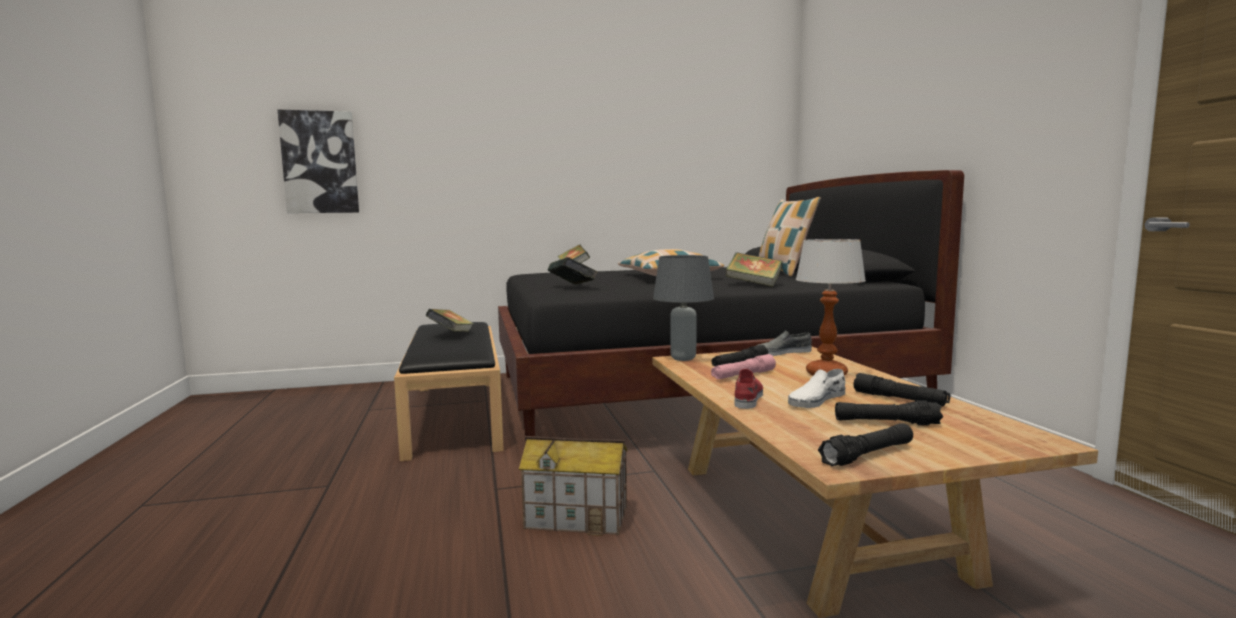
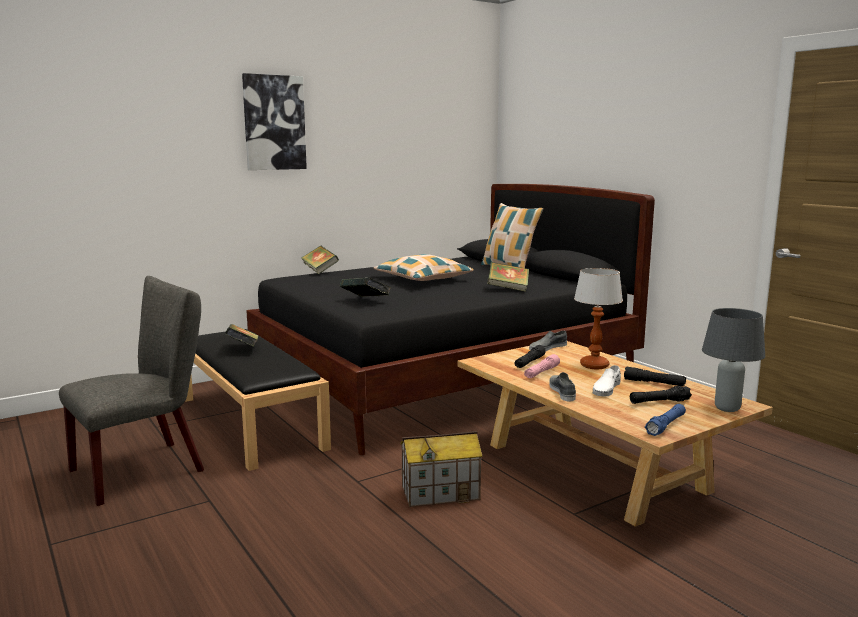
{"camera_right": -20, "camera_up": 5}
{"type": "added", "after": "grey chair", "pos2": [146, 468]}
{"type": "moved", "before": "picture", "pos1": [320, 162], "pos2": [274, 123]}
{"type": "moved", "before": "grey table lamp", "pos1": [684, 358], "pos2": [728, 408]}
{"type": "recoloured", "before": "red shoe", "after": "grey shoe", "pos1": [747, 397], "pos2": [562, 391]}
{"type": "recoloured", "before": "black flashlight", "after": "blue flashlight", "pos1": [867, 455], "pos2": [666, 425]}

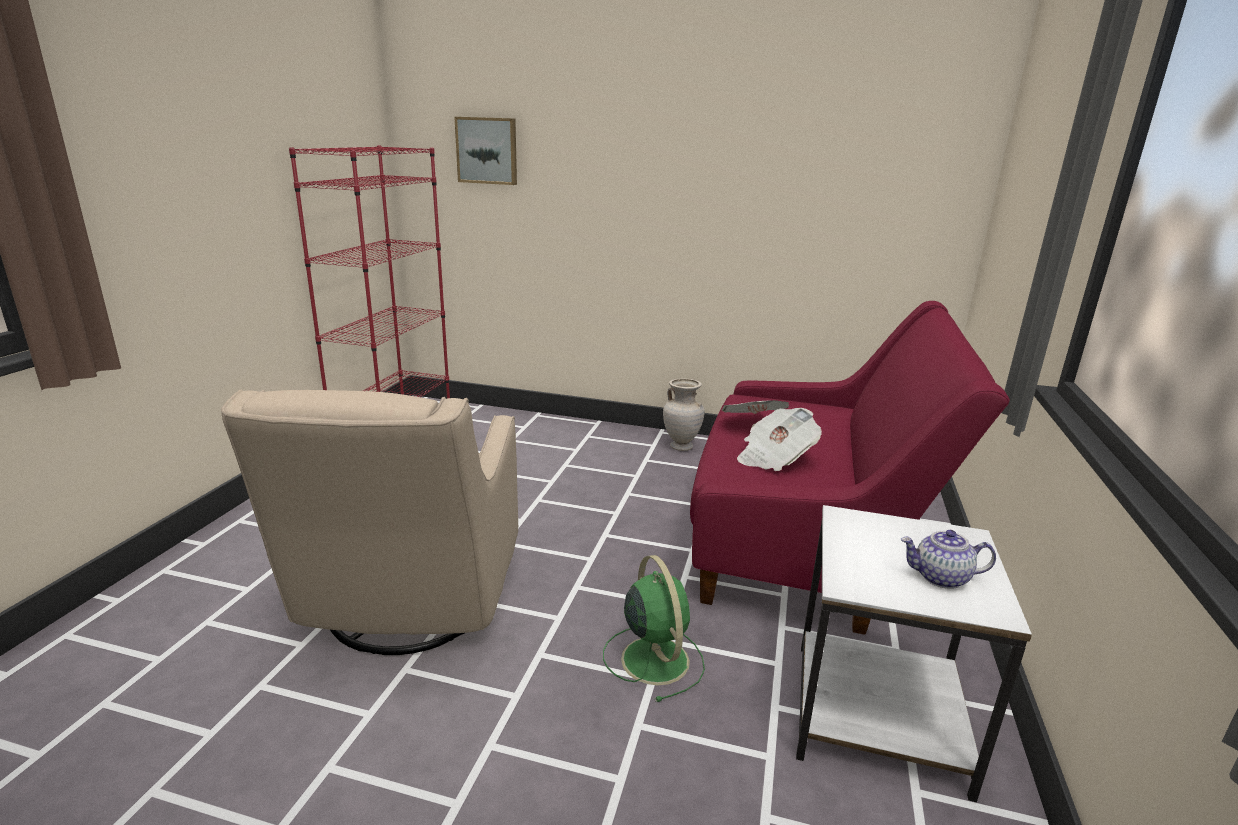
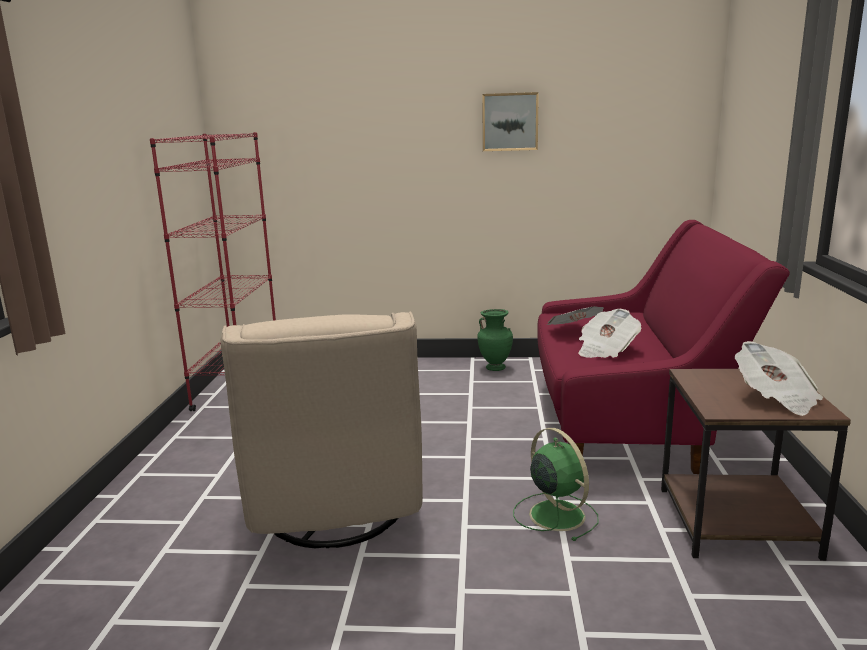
{"camera_right": -10, "camera_up": -5}
{"type": "moved", "before": "picture", "pos1": [487, 150], "pos2": [510, 122]}
{"type": "replaced", "before": "teapot", "after": "newspaper", "pos1": [940, 578], "pos2": [775, 398]}
{"type": "recoloured", "before": "beige vase", "after": "green vase", "pos1": [681, 446], "pos2": [495, 368]}
{"type": "recoloured", "before": "white side table", "after": "brown side table", "pos1": [880, 717], "pos2": [738, 523]}

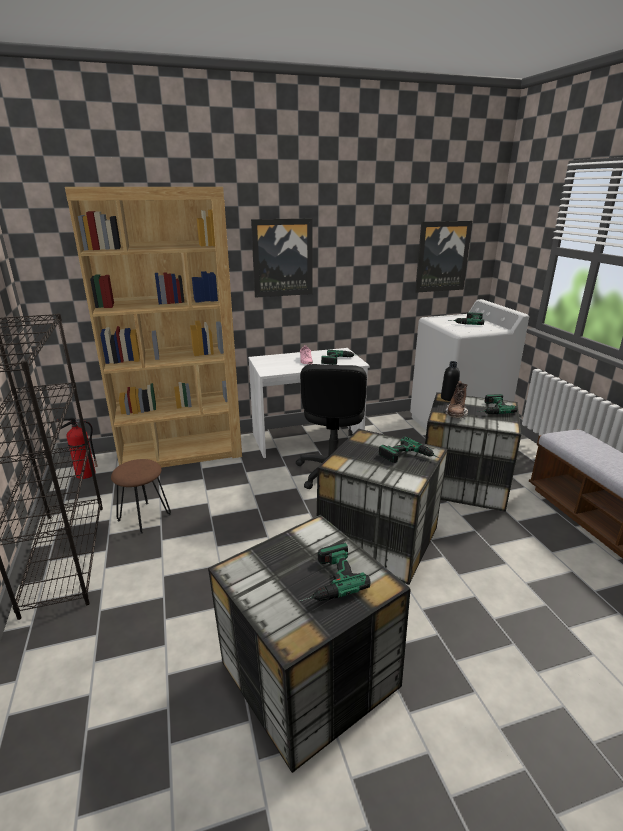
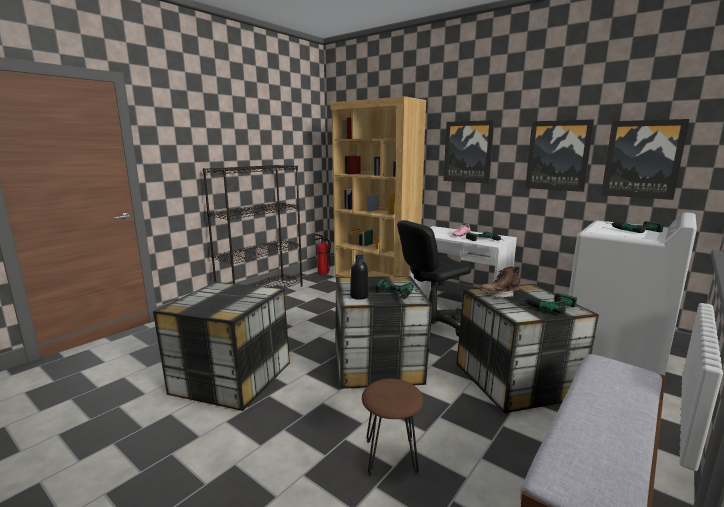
{"camera_right": 55, "camera_up": -10}
{"type": "removed", "before": "power drill", "pos1": [325, 580]}
{"type": "added", "after": "picture", "pos2": [558, 155]}
{"type": "moved", "before": "brown stool", "pos1": [144, 517], "pos2": [391, 456]}
{"type": "moved", "before": "black bottle", "pos1": [448, 398], "pos2": [359, 296]}

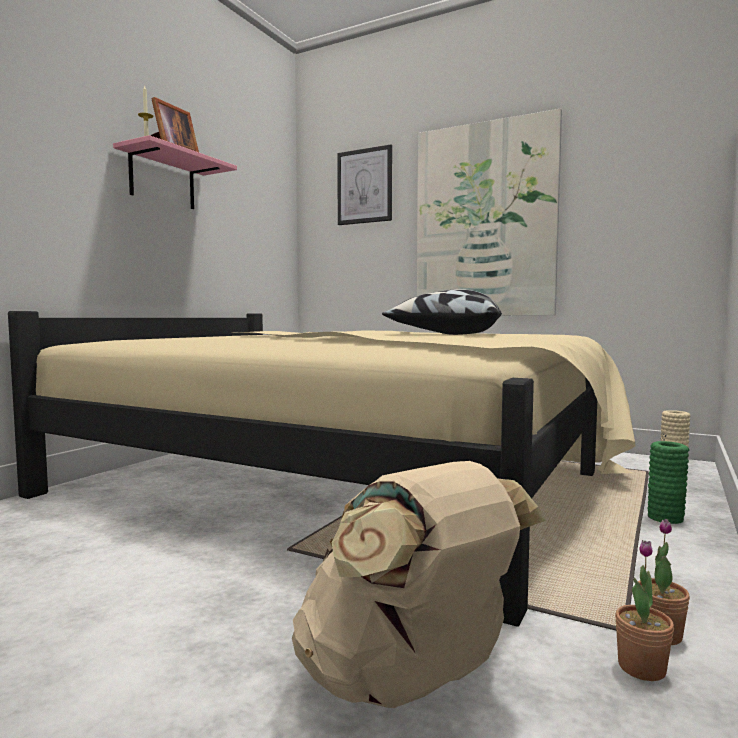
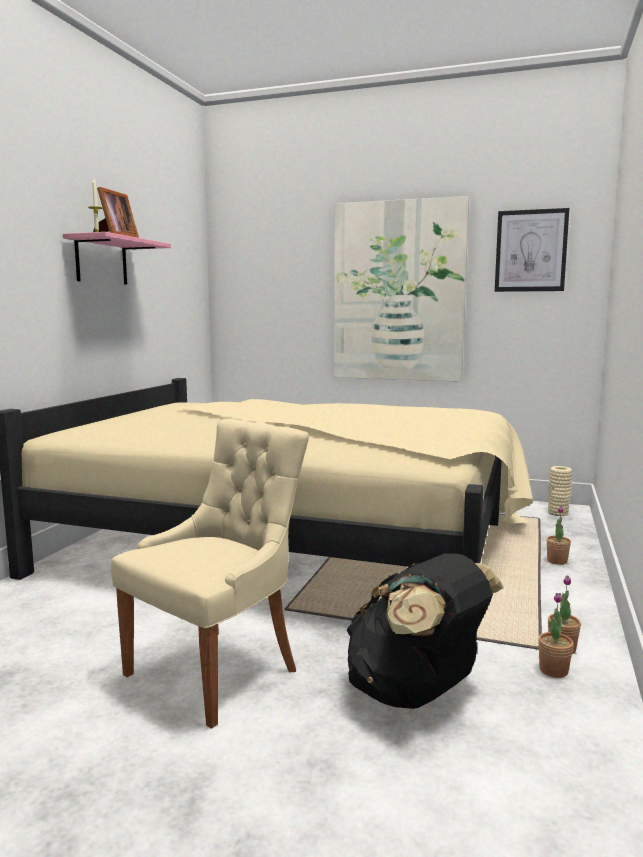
{"camera_right": -10, "camera_up": 5}
{"type": "removed", "before": "pillow", "pos1": [445, 334]}
{"type": "added", "after": "beige chair", "pos2": [217, 670]}
{"type": "moved", "before": "picture", "pos1": [364, 186], "pos2": [531, 251]}
{"type": "replaced", "before": "green vase", "after": "potted plant", "pos1": [665, 518], "pos2": [557, 561]}
{"type": "recoloured", "before": "beige backpack", "after": "black backpack", "pos1": [409, 682], "pos2": [416, 693]}

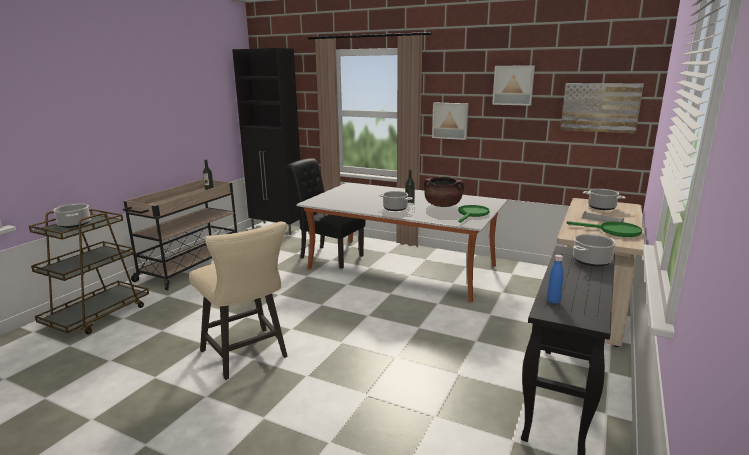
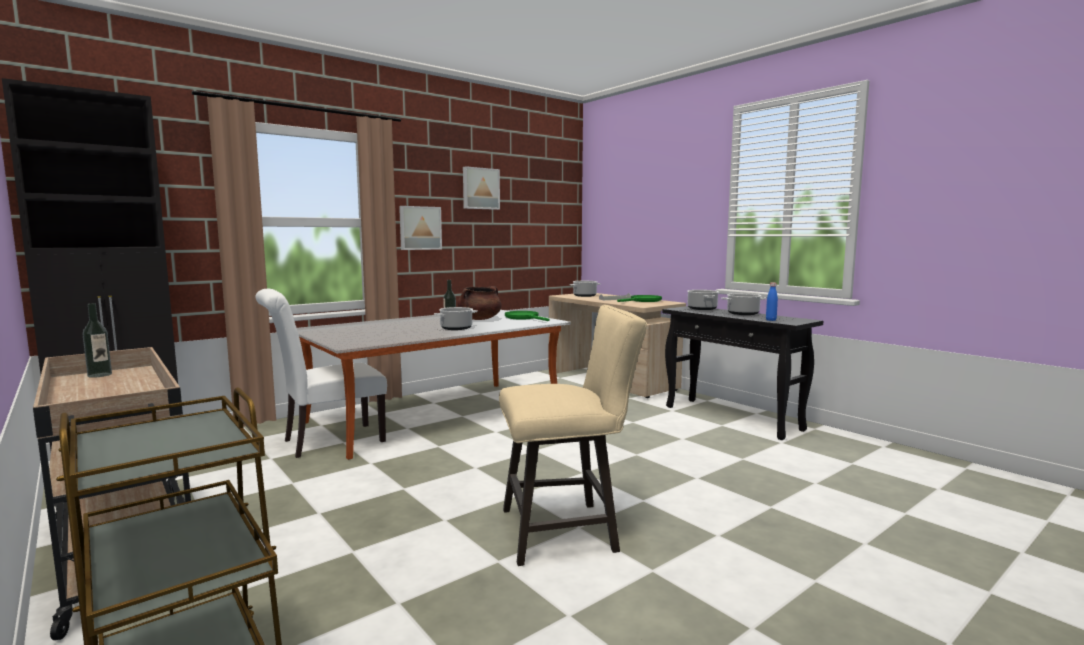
{"camera_right": -65, "camera_up": -10}
{"type": "removed", "before": "picture", "pos1": [600, 107]}
{"type": "moved", "before": "cooking pot", "pos1": [75, 224], "pos2": [743, 313]}
{"type": "recoloured", "before": "black chair", "after": "white chair", "pos1": [328, 256], "pos2": [327, 441]}

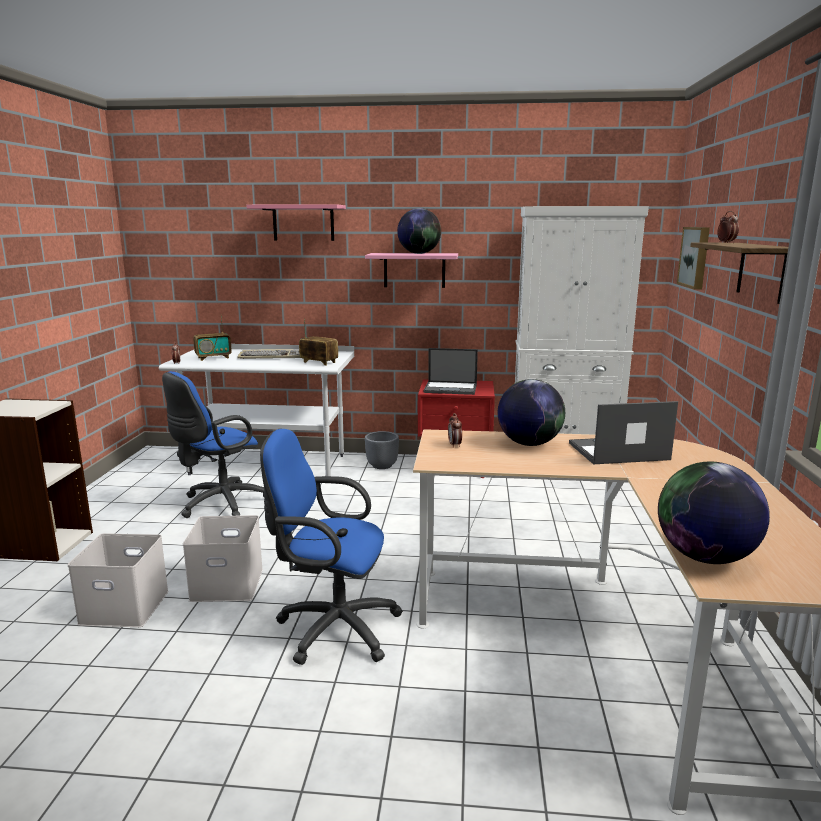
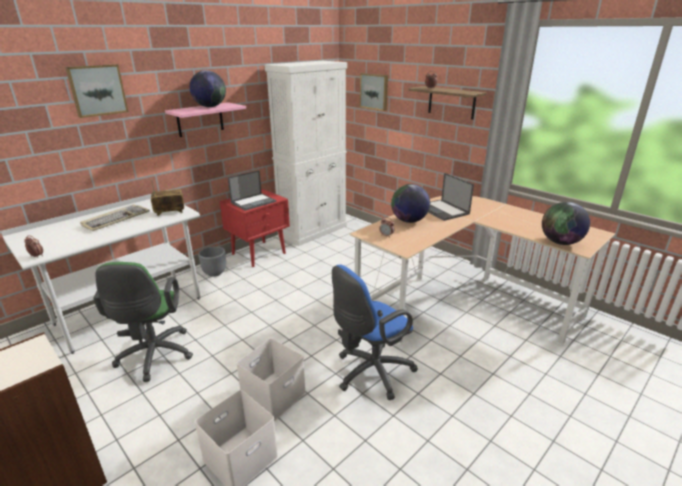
{"camera_right": -50, "camera_up": 10}
{"type": "removed", "before": "radio", "pos1": [213, 358]}
{"type": "replaced", "before": "pink shelf", "after": "picture", "pos1": [303, 223], "pos2": [97, 90]}
{"type": "recoloured", "before": "blue office chair", "after": "green office chair", "pos1": [219, 504], "pos2": [154, 357]}
{"type": "turned", "before": "laptop", "pos1": [617, 452], "pos2": [443, 210], "turn": -60}

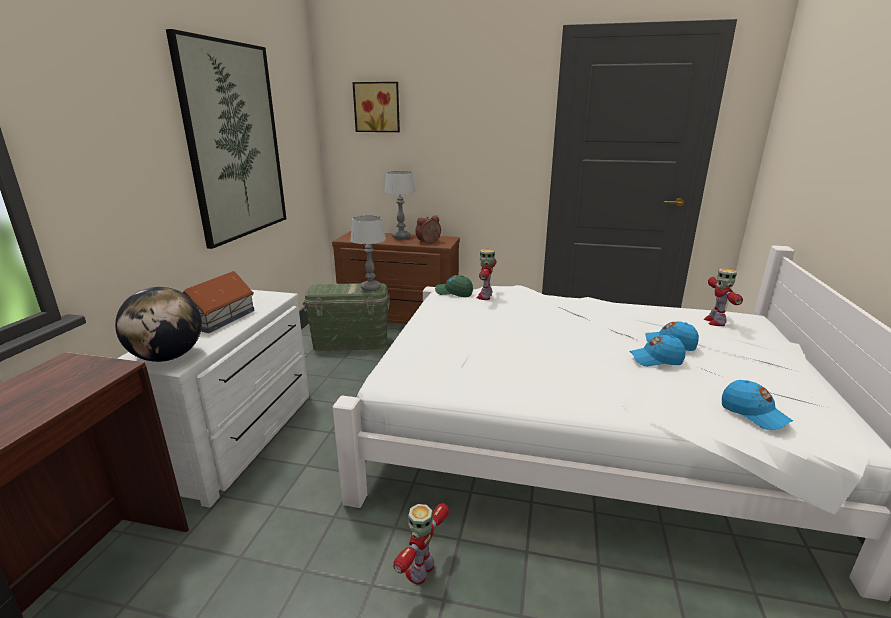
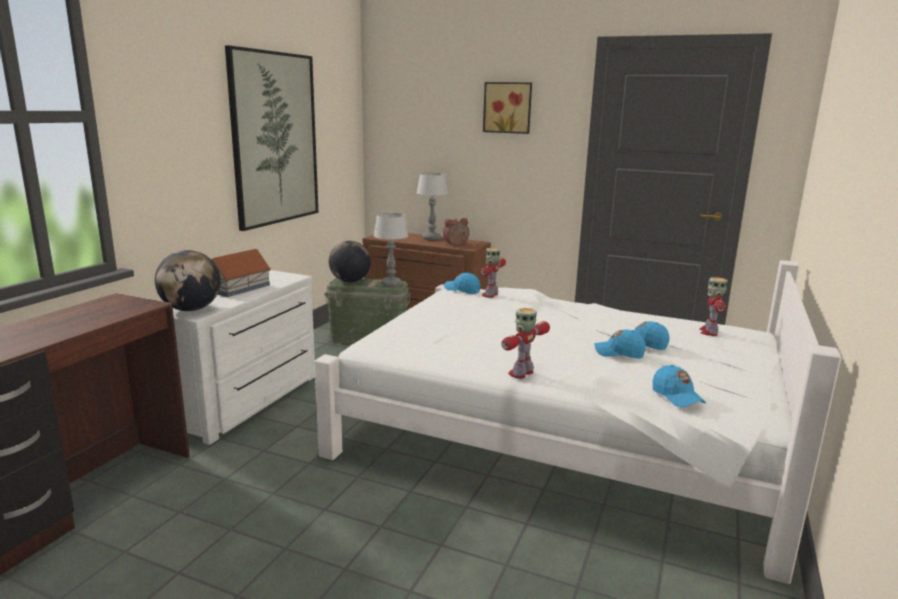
{"camera_right": 10, "camera_up": -5}
{"type": "added", "after": "globe", "pos2": [350, 281]}
{"type": "moved", "before": "picture", "pos1": [377, 107], "pos2": [508, 107]}
{"type": "moved", "before": "toy robot", "pos1": [421, 570], "pos2": [522, 373]}
{"type": "recoloured", "before": "green cap", "after": "blue cap", "pos1": [454, 293], "pos2": [462, 290]}

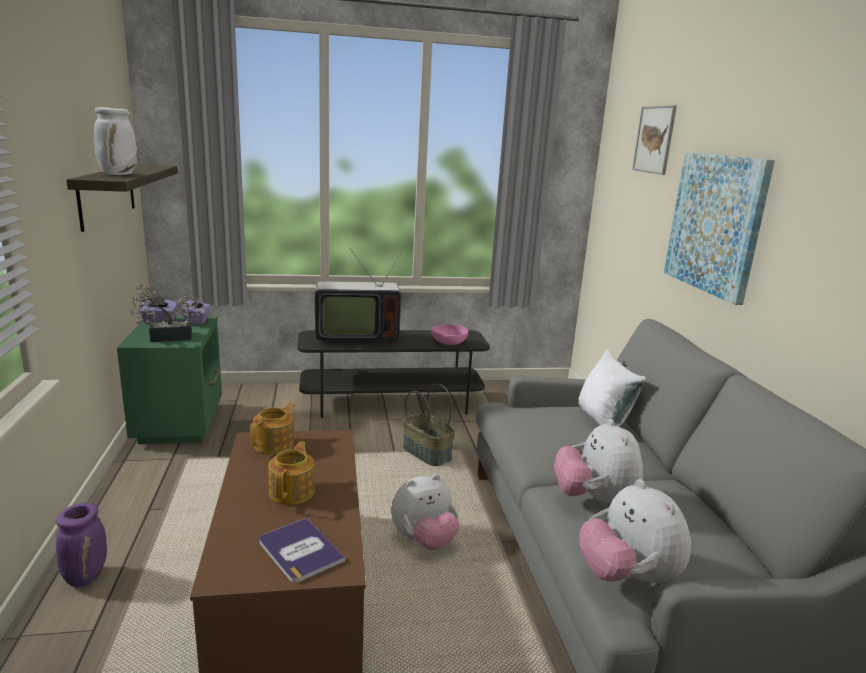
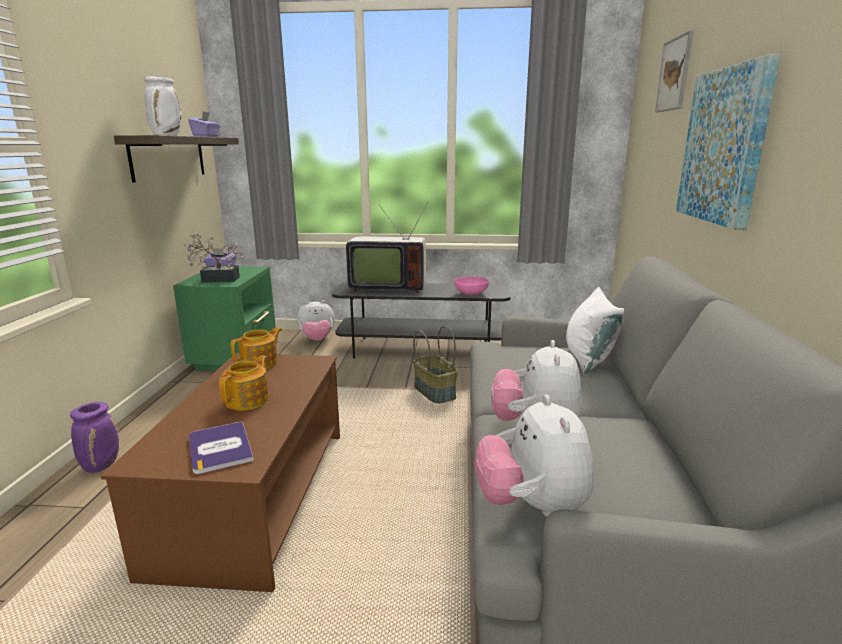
{"camera_right": 15, "camera_up": 0}
{"type": "moved", "before": "purple tissue box", "pos1": [197, 321], "pos2": [206, 136]}
{"type": "moved", "before": "plush toy", "pos1": [424, 541], "pos2": [317, 340]}

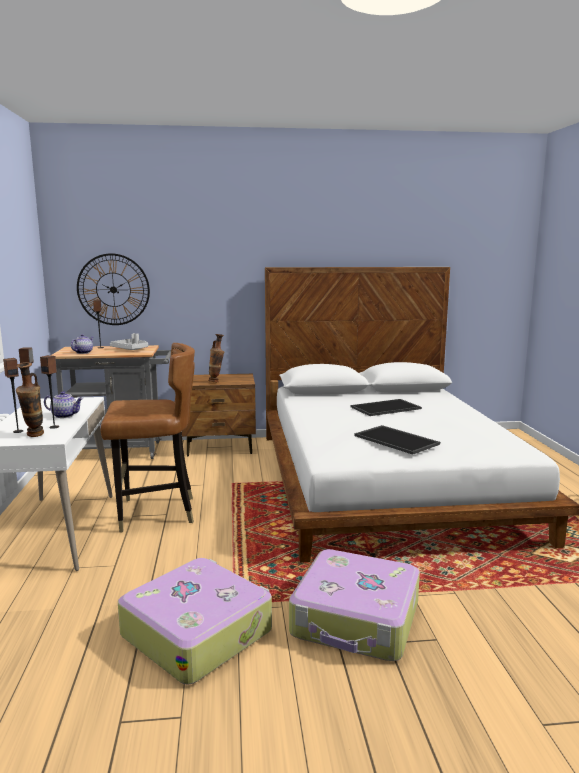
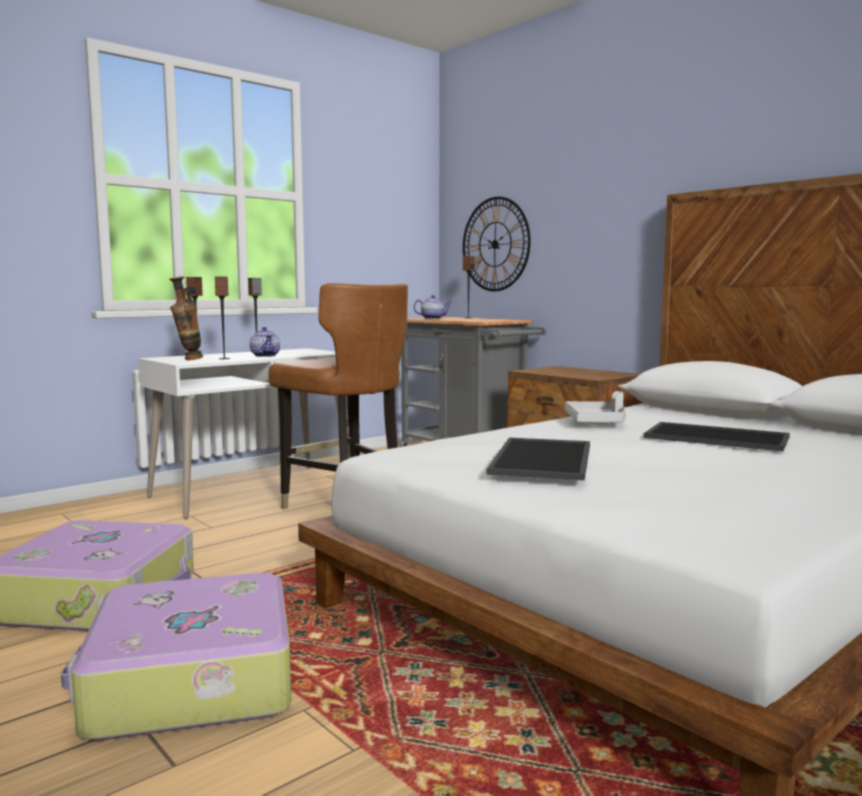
{"camera_right": 55, "camera_up": -5}
{"type": "removed", "before": "vase", "pos1": [216, 382]}
{"type": "moved", "before": "grey tray", "pos1": [131, 349], "pos2": [596, 422]}

